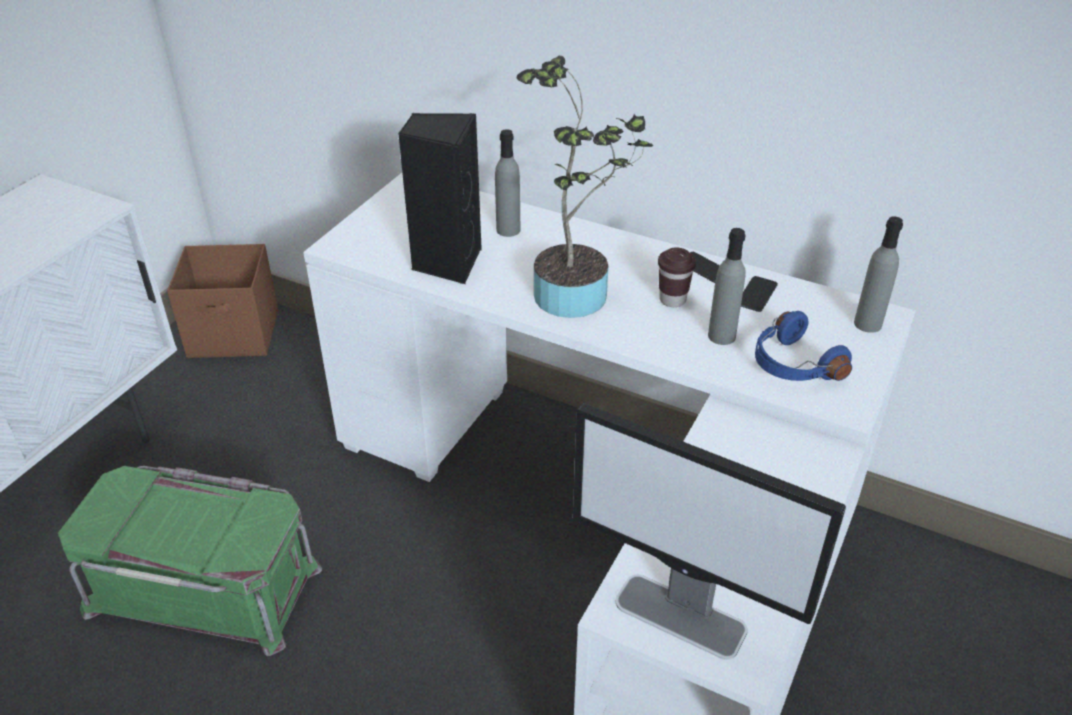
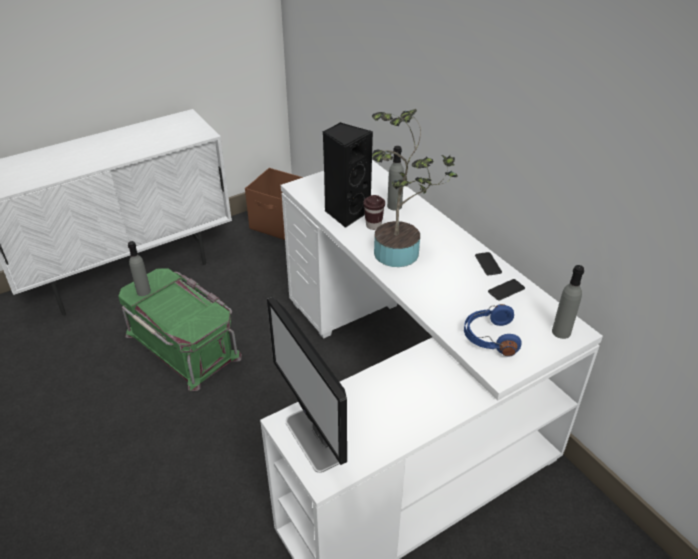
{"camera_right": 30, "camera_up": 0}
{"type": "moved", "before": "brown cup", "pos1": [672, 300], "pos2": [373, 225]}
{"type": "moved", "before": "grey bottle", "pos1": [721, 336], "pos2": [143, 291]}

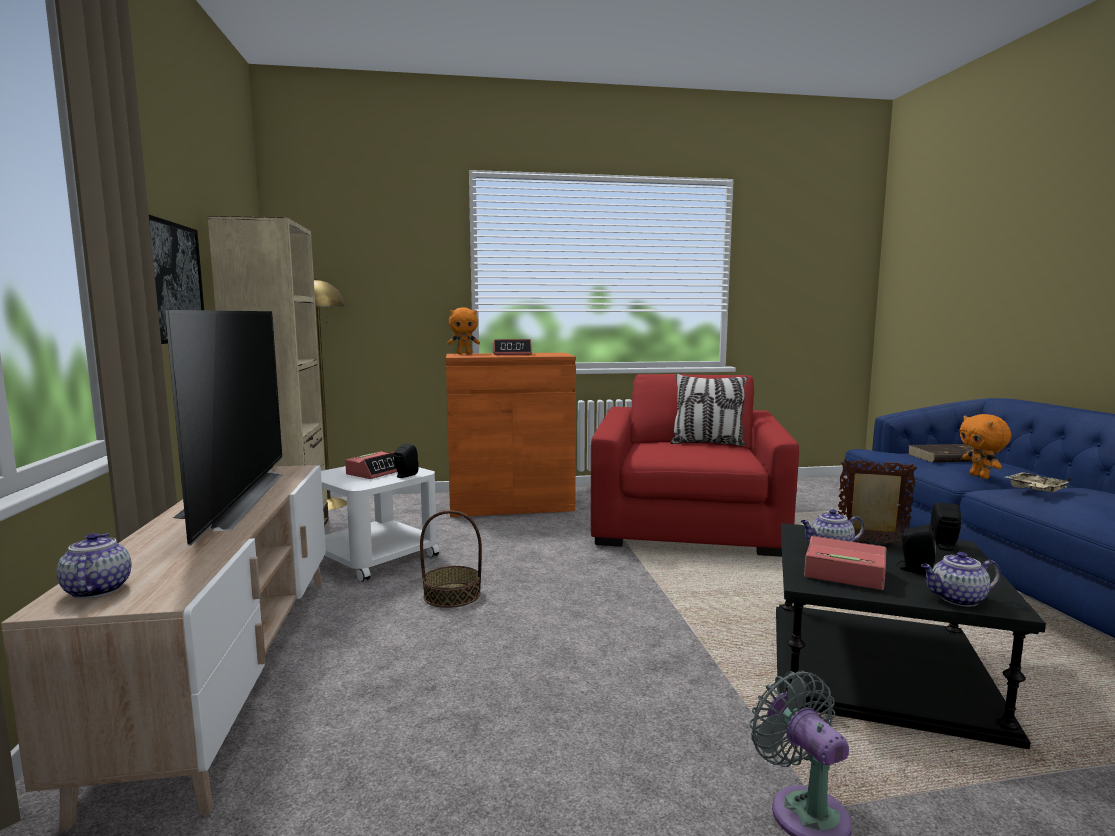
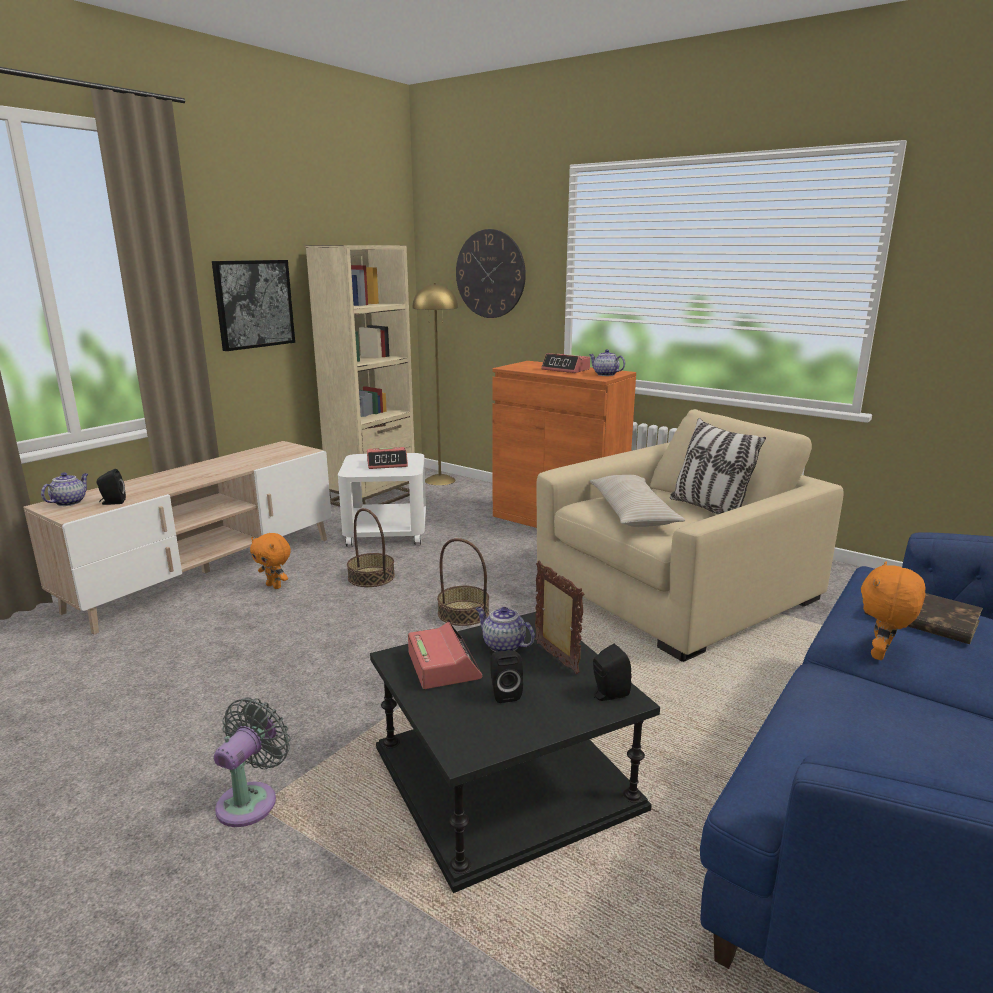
{"camera_right": 45, "camera_up": 10}
{"type": "removed", "before": "television", "pos1": [232, 499]}
{"type": "removed", "before": "beige tray", "pos1": [1035, 490]}
{"type": "added", "after": "basket", "pos2": [463, 613]}
{"type": "added", "after": "wall clock", "pos2": [490, 274]}
{"type": "added", "after": "beige pillow", "pos2": [632, 513]}
{"type": "moved", "before": "black speaker", "pos1": [405, 475], "pos2": [112, 502]}
{"type": "moved", "before": "orange plush toy", "pos1": [464, 353], "pos2": [274, 586]}
{"type": "moved", "before": "teapot", "pos1": [957, 599], "pos2": [605, 374]}
{"type": "recoloured", "before": "red armchair", "after": "beige armchair", "pos1": [687, 521], "pos2": [675, 590]}

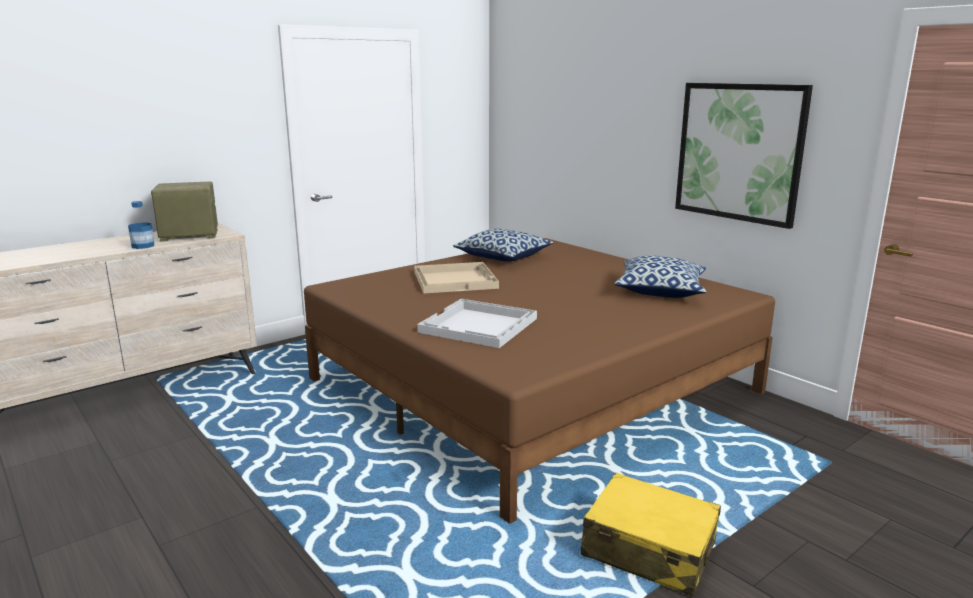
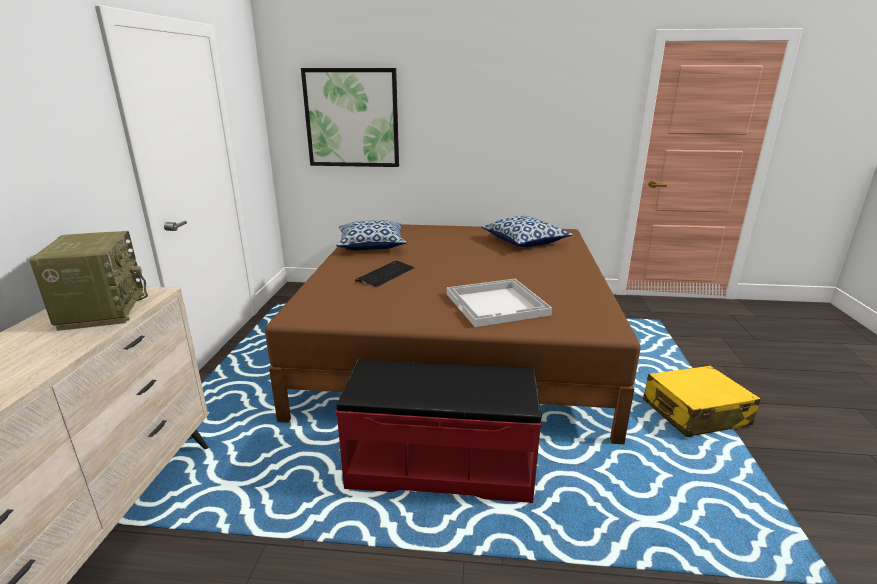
{"camera_right": -45, "camera_up": 5}
{"type": "removed", "before": "bottle", "pos1": [143, 246]}
{"type": "added", "after": "red bench", "pos2": [441, 466]}
{"type": "moved", "before": "picture", "pos1": [739, 152], "pos2": [352, 118]}
{"type": "replaced", "before": "beige tray", "after": "keyboard", "pos1": [455, 279], "pos2": [385, 274]}
{"type": "turned", "before": "radio", "pos1": [188, 235], "pos2": [102, 310], "turn": 135}

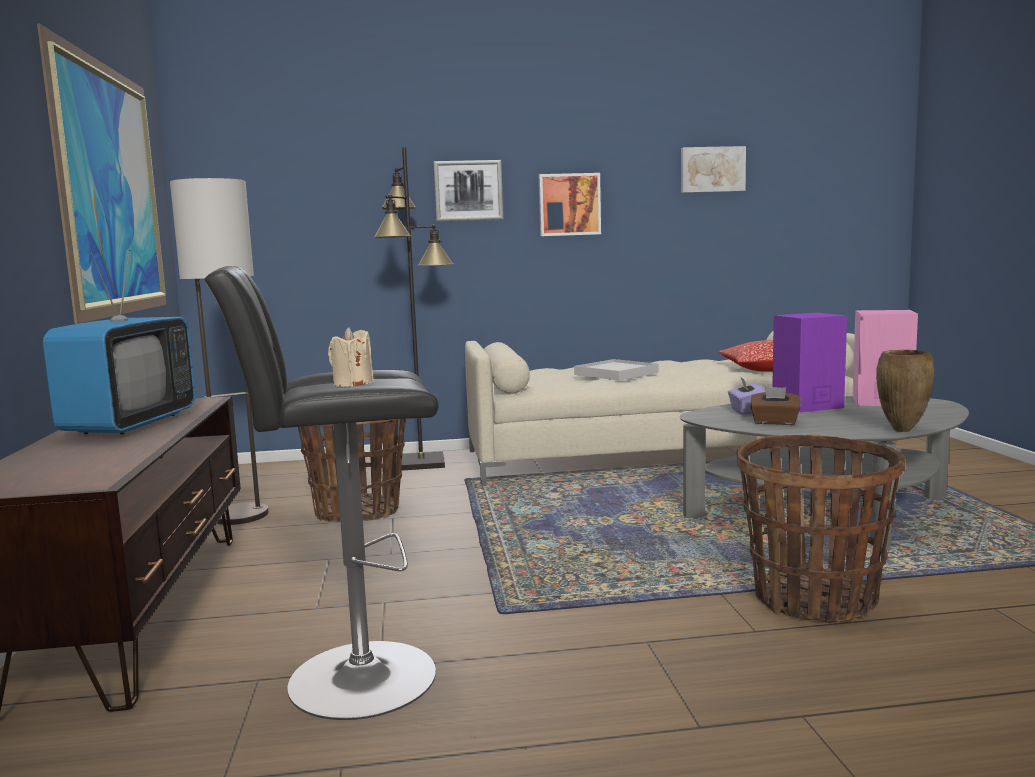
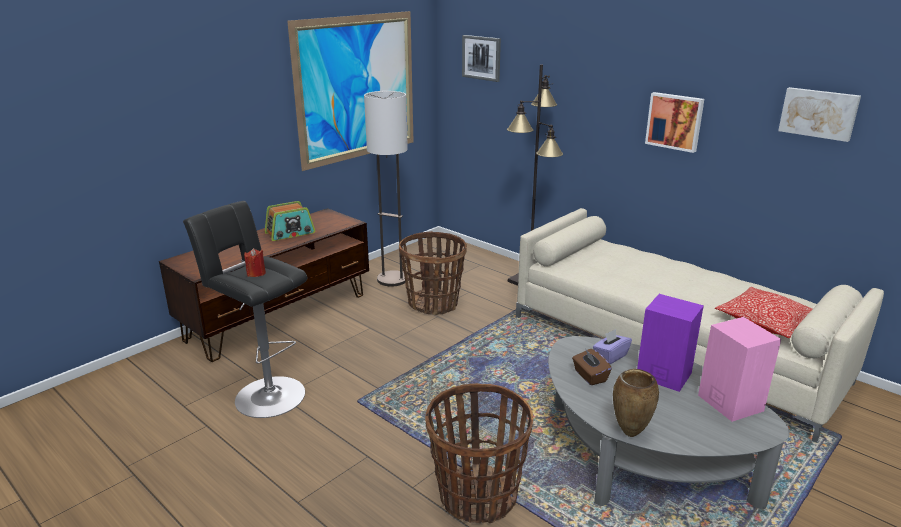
{"camera_right": 50, "camera_up": 15}
{"type": "removed", "before": "white tray", "pos1": [616, 373]}
{"type": "moved", "before": "picture", "pos1": [468, 191], "pos2": [481, 58]}
{"type": "replaced", "before": "television", "after": "radio", "pos1": [130, 424], "pos2": [290, 233]}
{"type": "recoloured", "before": "beige candle", "after": "red candle", "pos1": [353, 384], "pos2": [256, 273]}

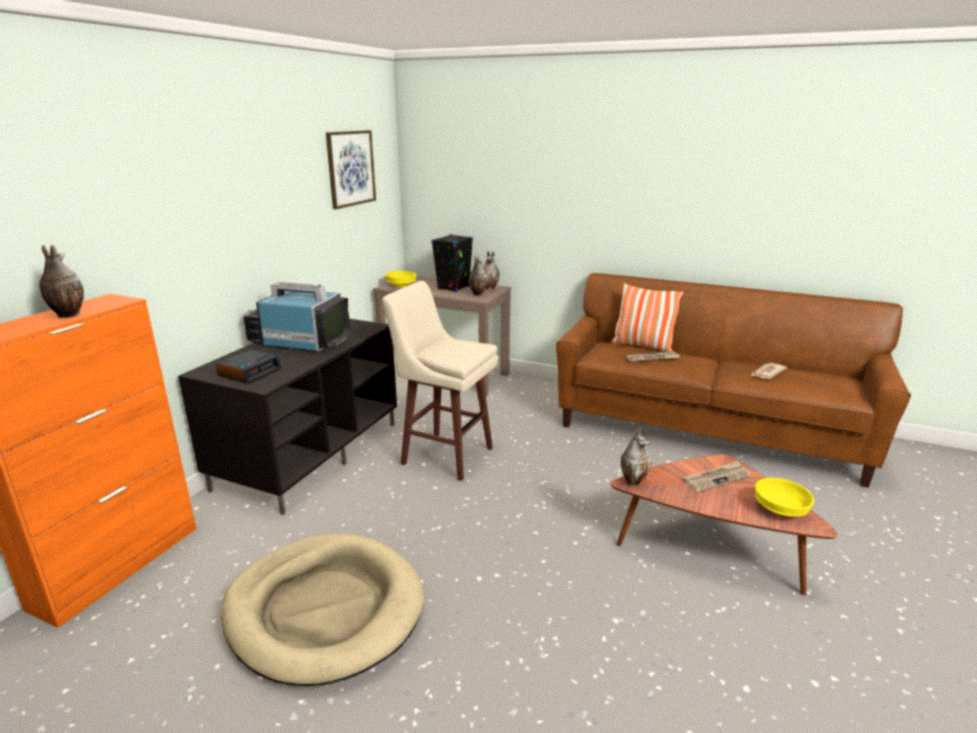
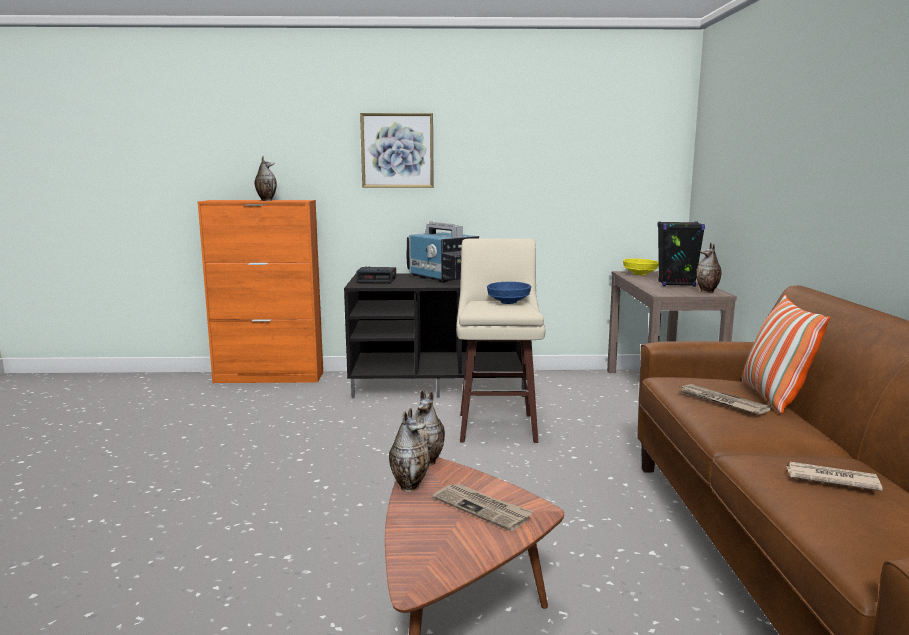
{"camera_right": 65, "camera_up": -10}
{"type": "removed", "before": "beige dog bed", "pos1": [325, 610]}
{"type": "removed", "before": "yellow bowl", "pos1": [780, 510]}
{"type": "added", "after": "blue bowl", "pos2": [508, 302]}
{"type": "moved", "before": "picture", "pos1": [350, 168], "pos2": [397, 150]}
{"type": "moved", "before": "vase", "pos1": [477, 294], "pos2": [409, 486]}
{"type": "turned", "before": "television", "pos1": [300, 343], "pos2": [446, 279], "turn": 150}

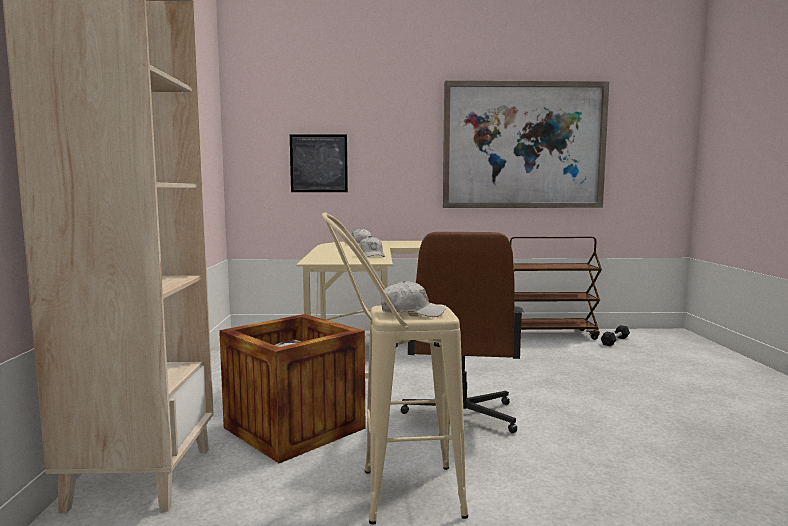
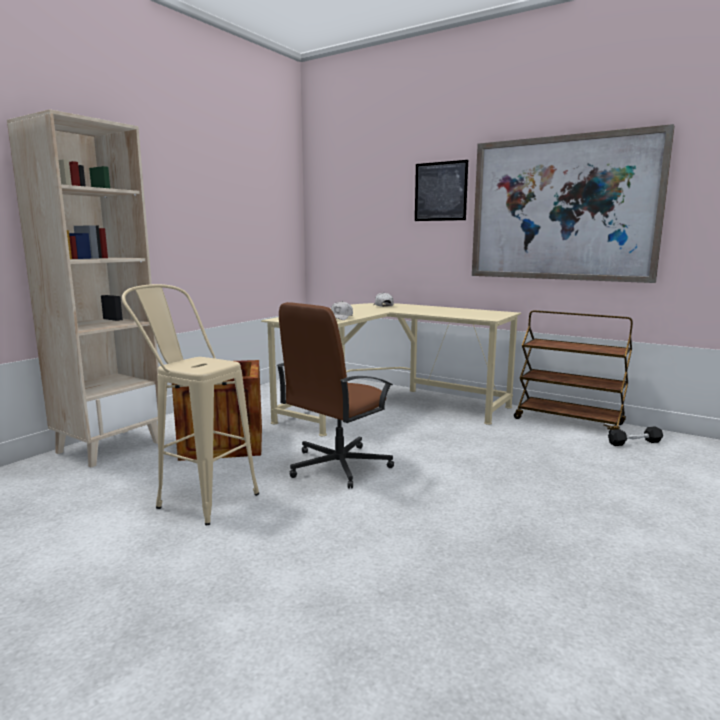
{"camera_right": 35, "camera_up": 5}
{"type": "removed", "before": "white cap", "pos1": [411, 312]}
{"type": "moved", "before": "picture", "pos1": [318, 163], "pos2": [440, 191]}

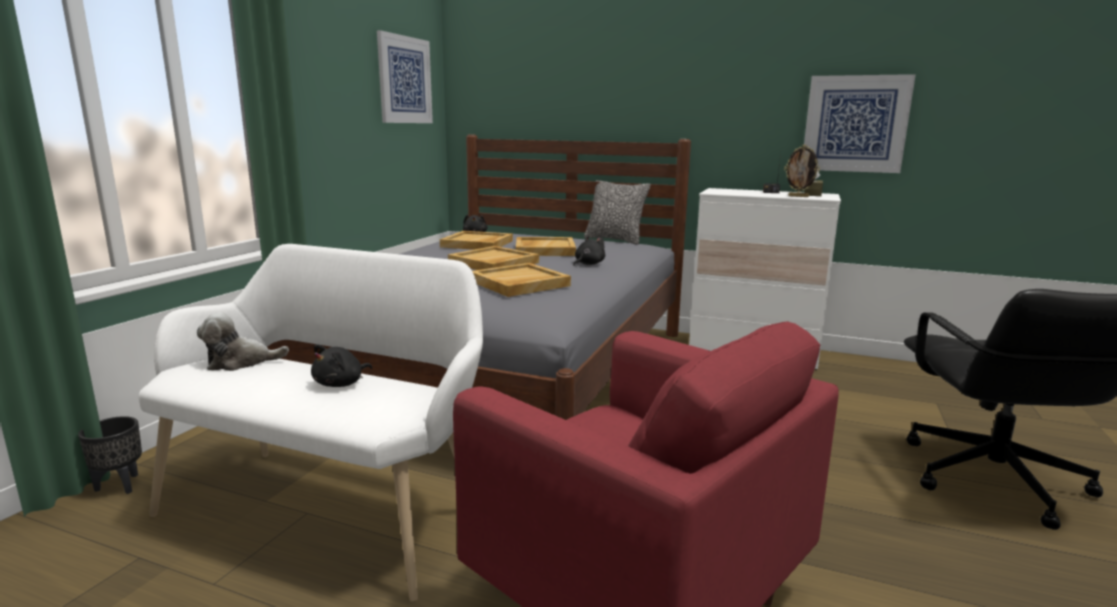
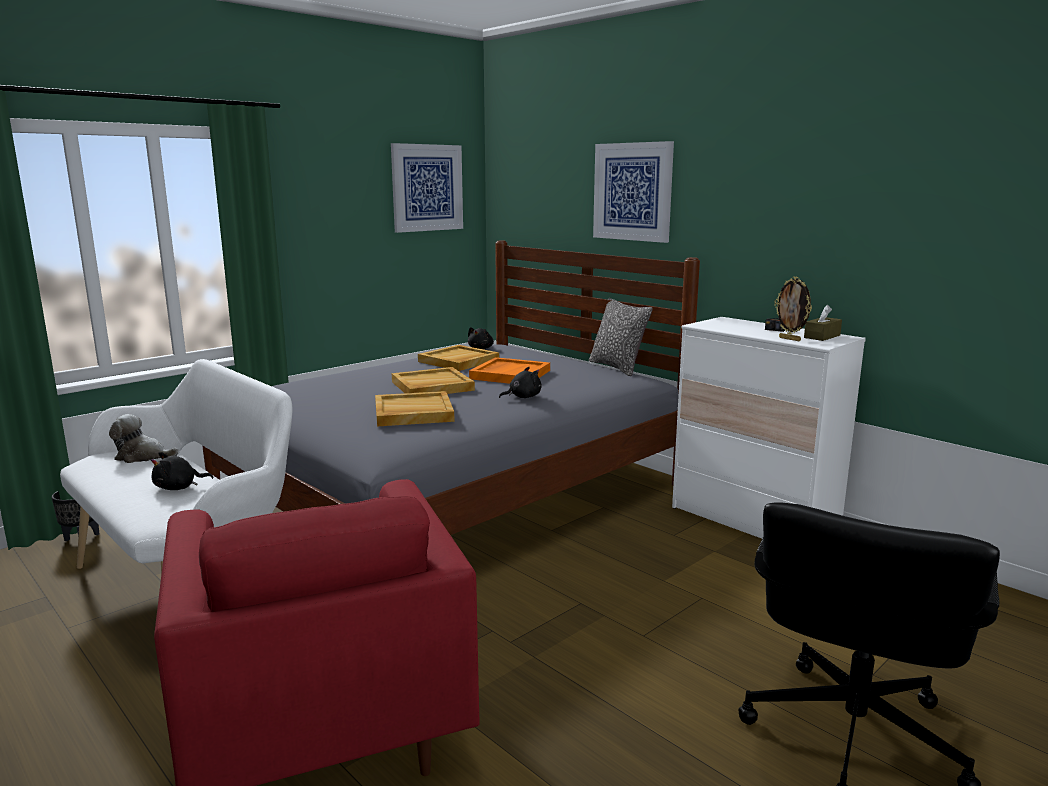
{"camera_right": 25, "camera_up": 0}
{"type": "moved", "before": "picture", "pos1": [855, 124], "pos2": [632, 192]}
{"type": "recoloured", "before": "beige tray", "after": "orange tray", "pos1": [544, 249], "pos2": [510, 374]}

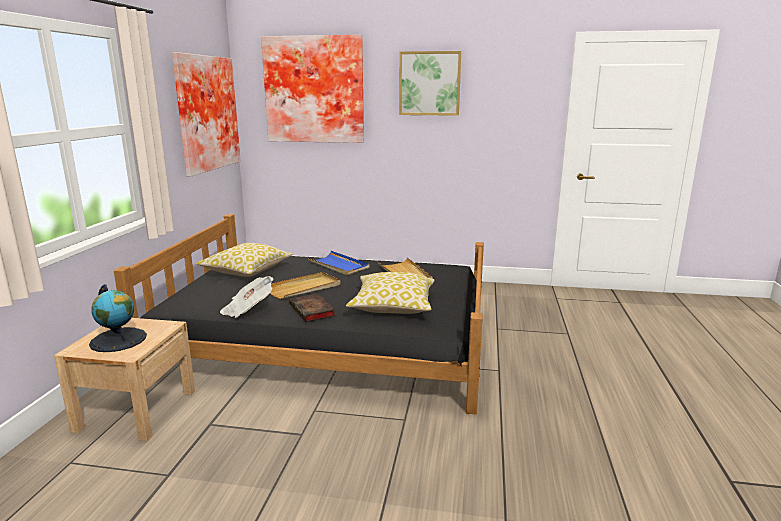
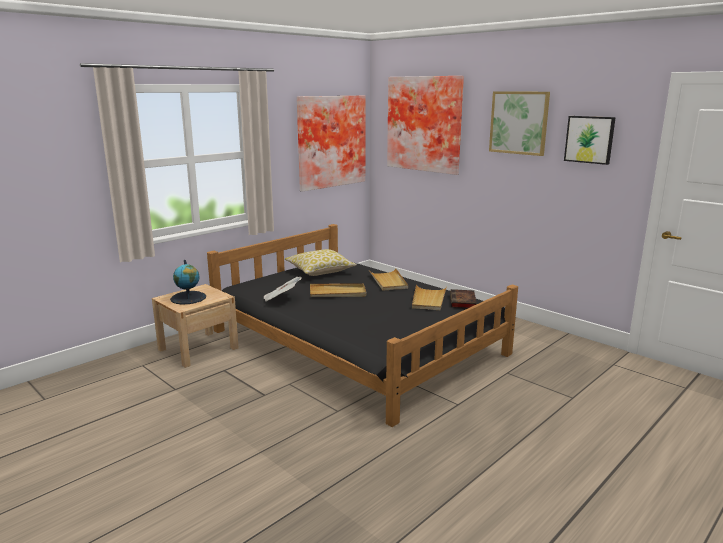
{"camera_right": 35, "camera_up": 0}
{"type": "removed", "before": "pillow", "pos1": [392, 306]}
{"type": "added", "after": "picture", "pos2": [589, 139]}
{"type": "moved", "before": "book", "pos1": [313, 311], "pos2": [463, 302]}
{"type": "recoloured", "before": "blue tray", "after": "beige tray", "pos1": [338, 265], "pos2": [388, 281]}

